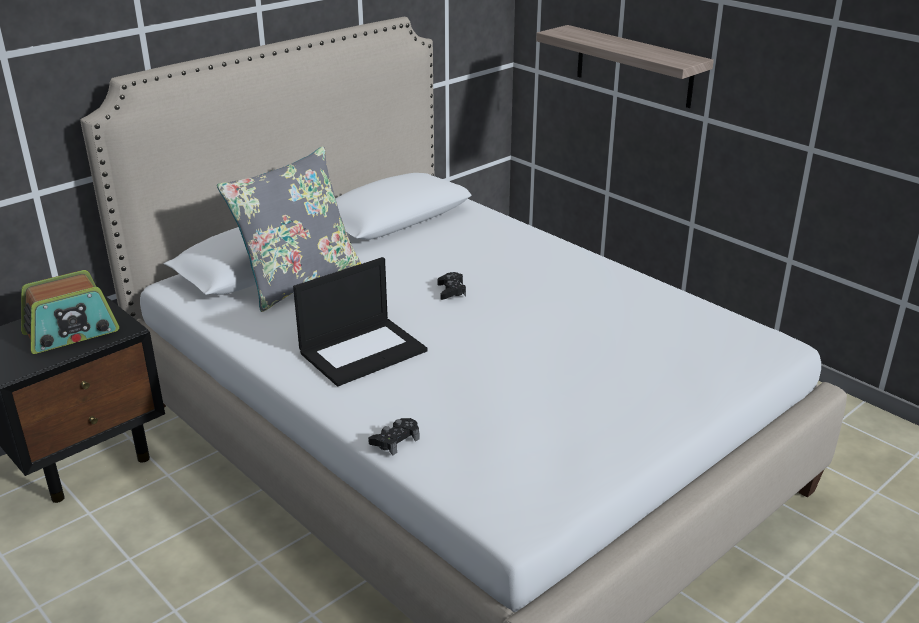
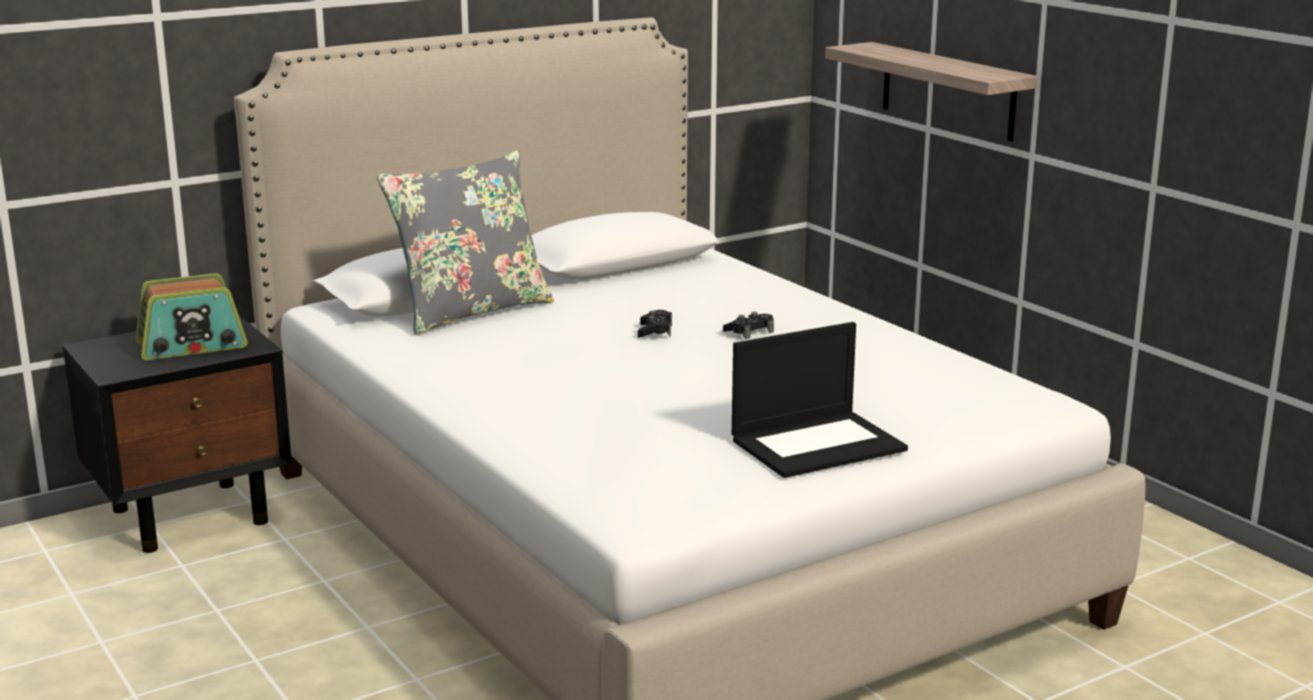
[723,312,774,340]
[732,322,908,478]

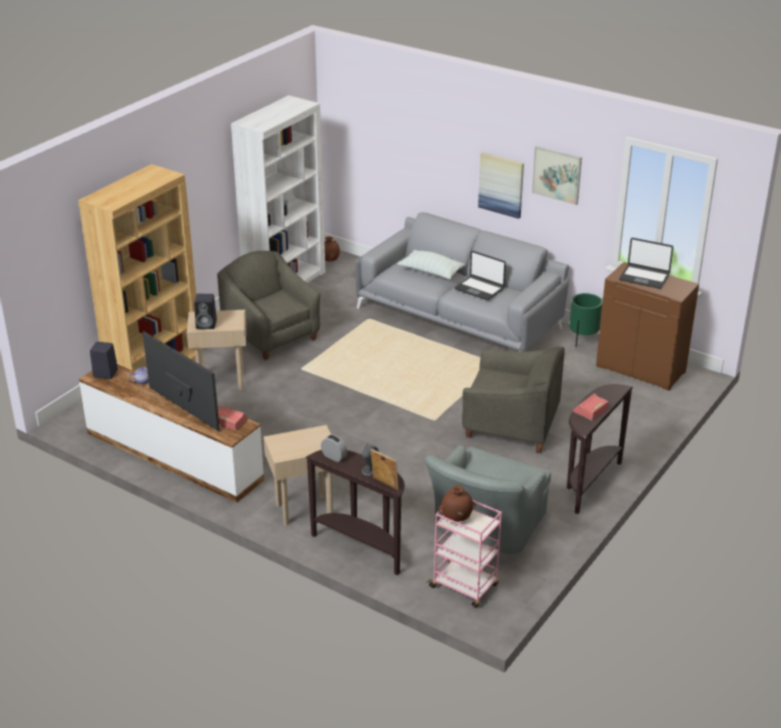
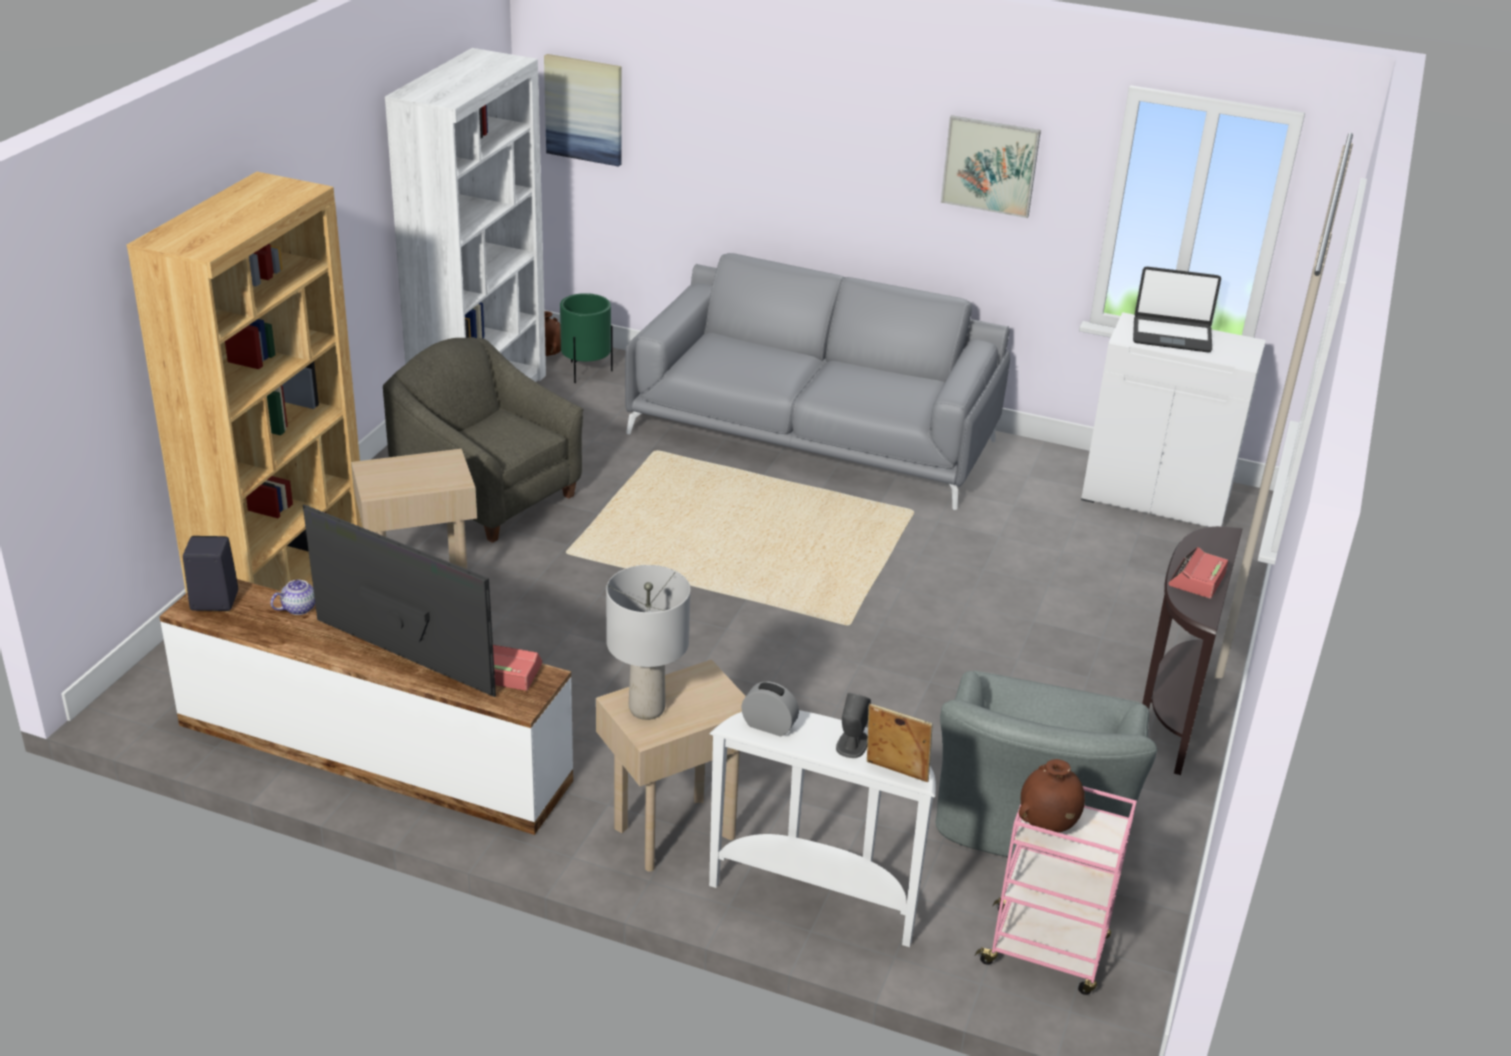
[544,54,622,167]
[560,293,612,383]
[606,565,691,720]
[709,710,936,947]
[1081,312,1266,527]
[194,294,217,329] (first image)
[397,250,466,280] (first image)
[455,251,506,300] (first image)
[462,347,565,453] (first image)

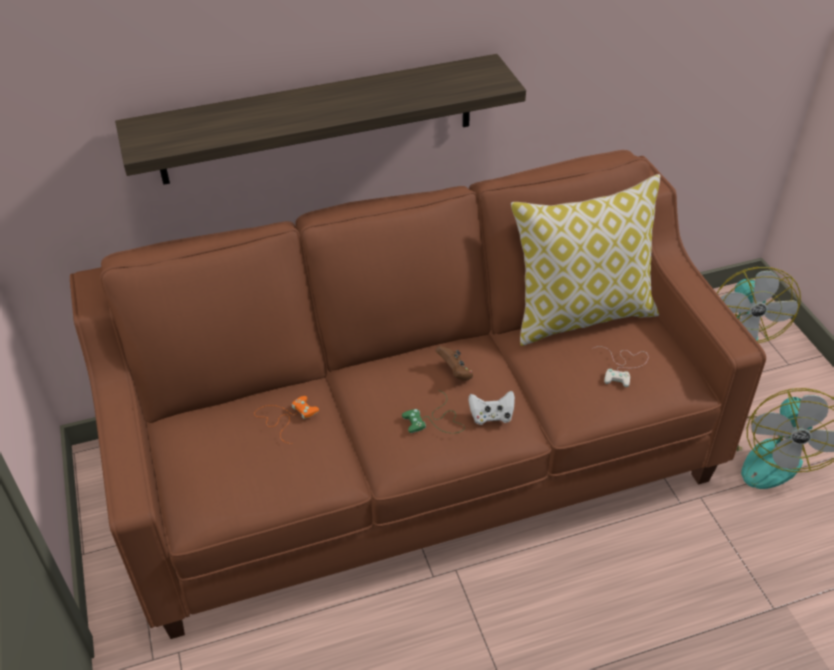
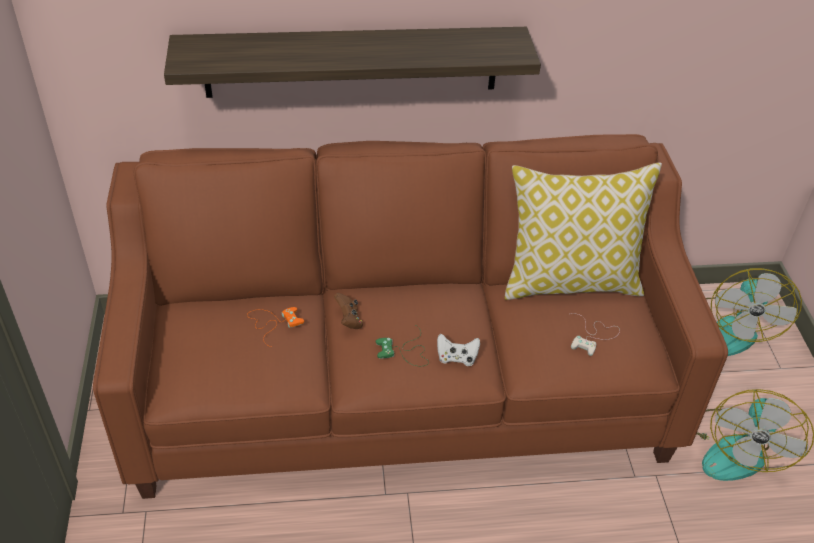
[334,293,363,329]

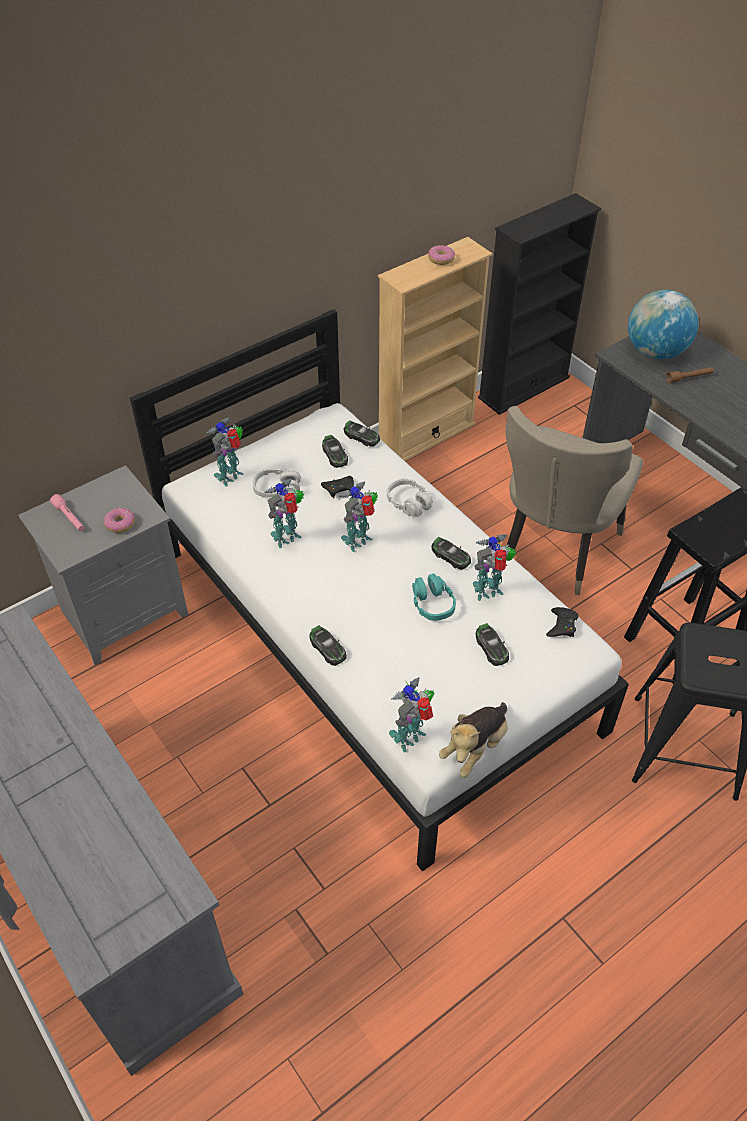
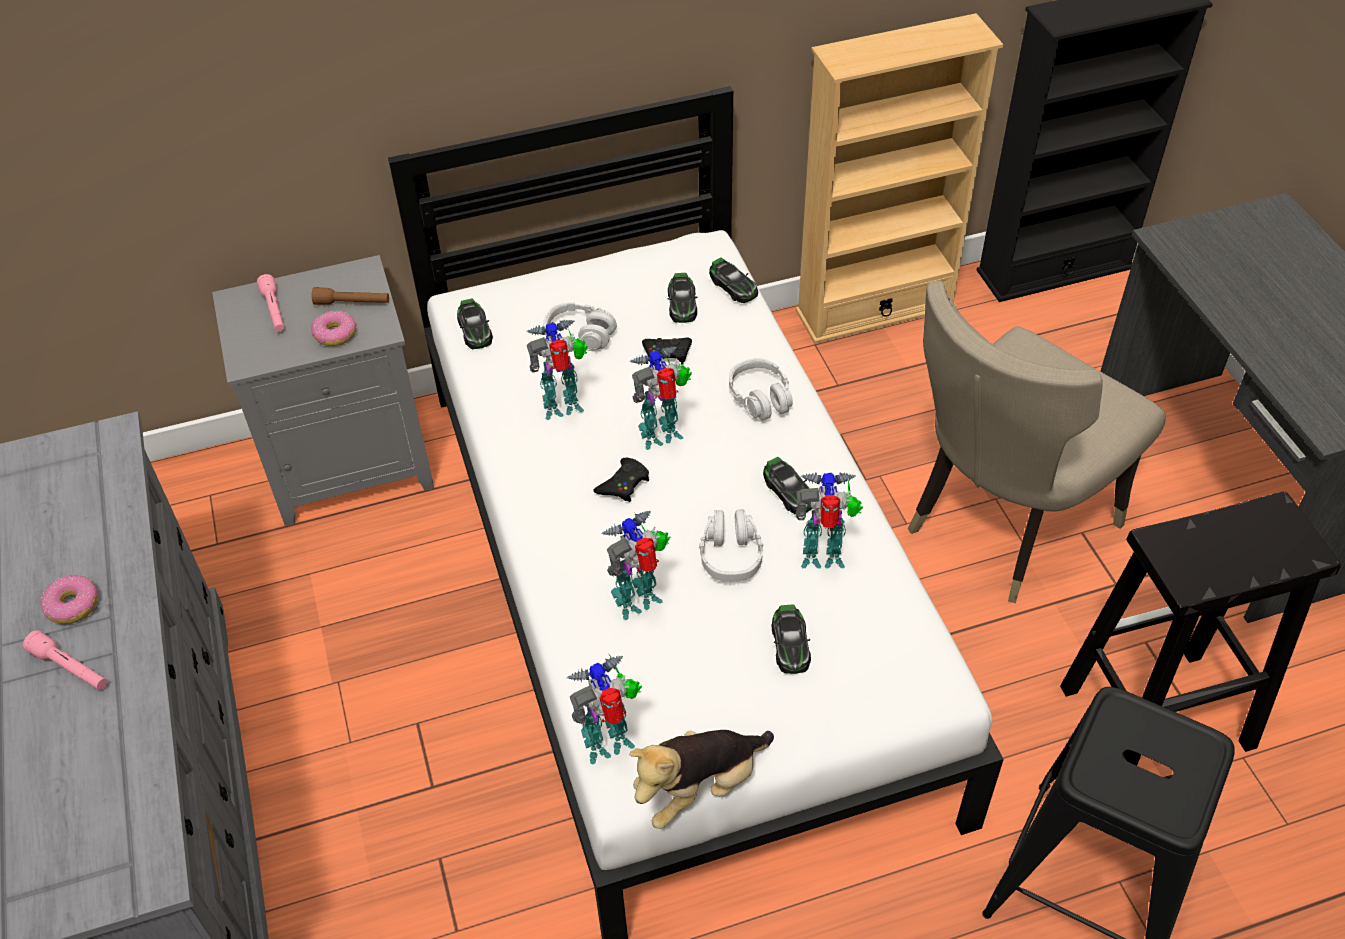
[23,630,107,690]
[40,575,98,624]
[312,287,389,305]
[457,299,493,349]
[593,458,649,502]
[602,511,670,620]
[699,509,763,582]
[628,290,699,359] (first image)

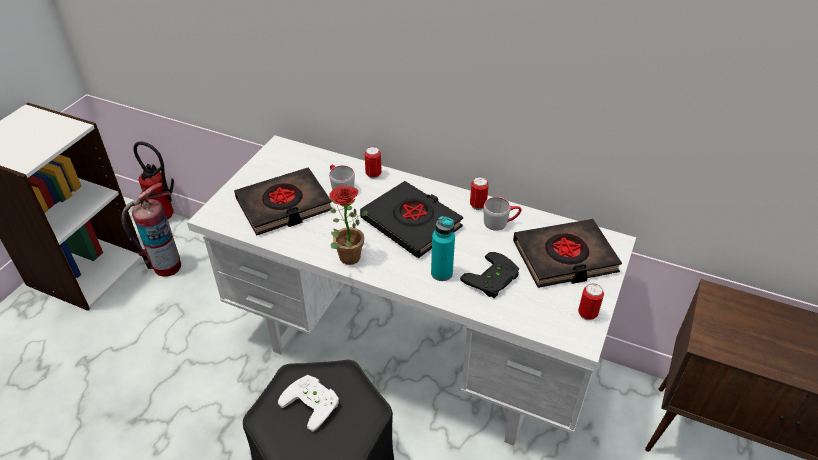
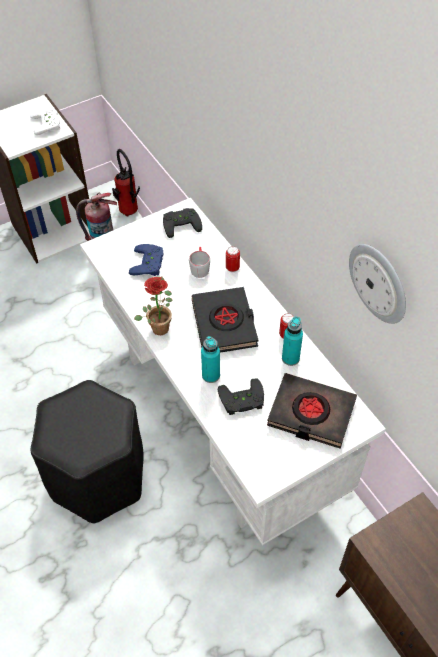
[30,108,60,135]
[129,244,163,276]
[163,208,202,238]
[282,316,303,366]
[349,244,406,324]
[578,284,604,320] (first image)

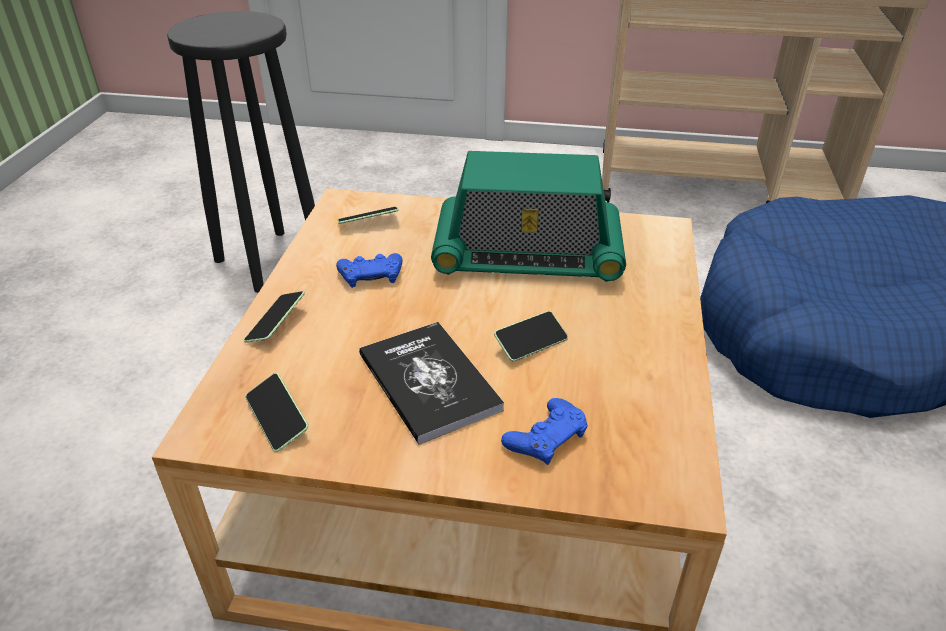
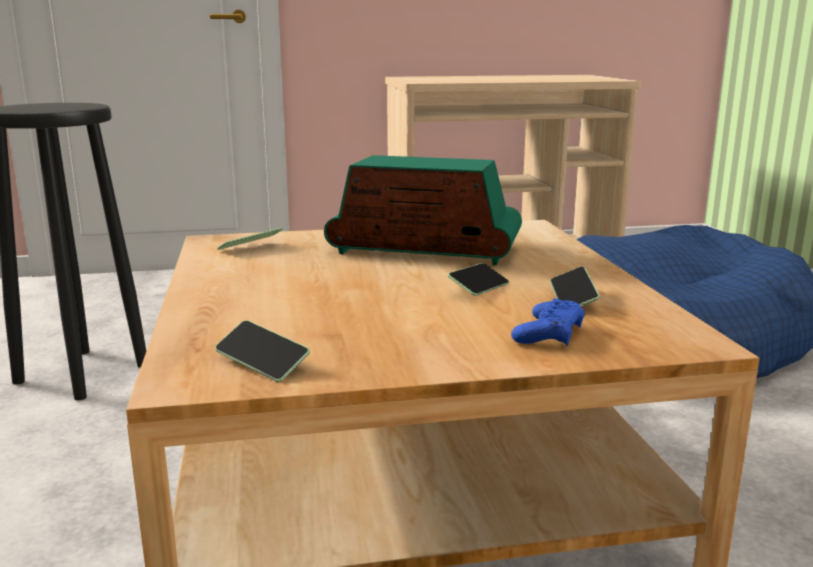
[324,155,522,265]
[550,266,600,306]
[336,253,402,288] (first image)
[359,322,504,444] (first image)

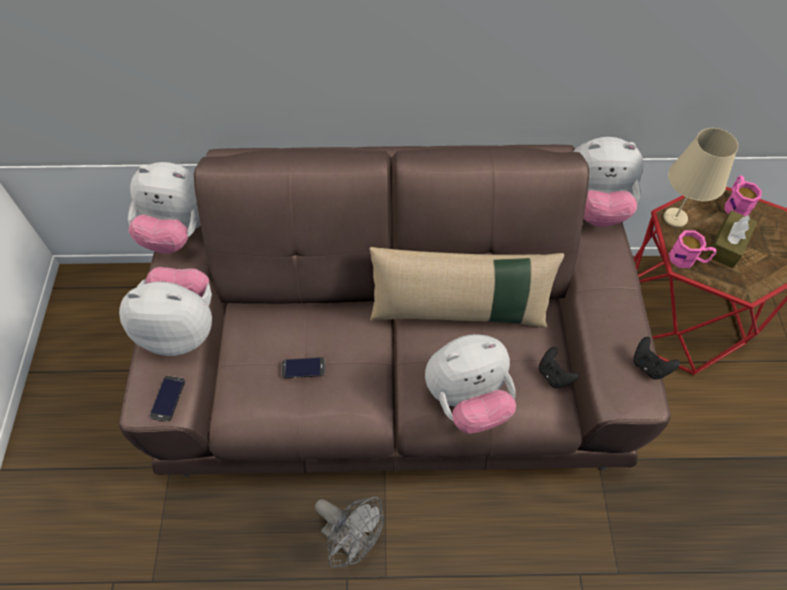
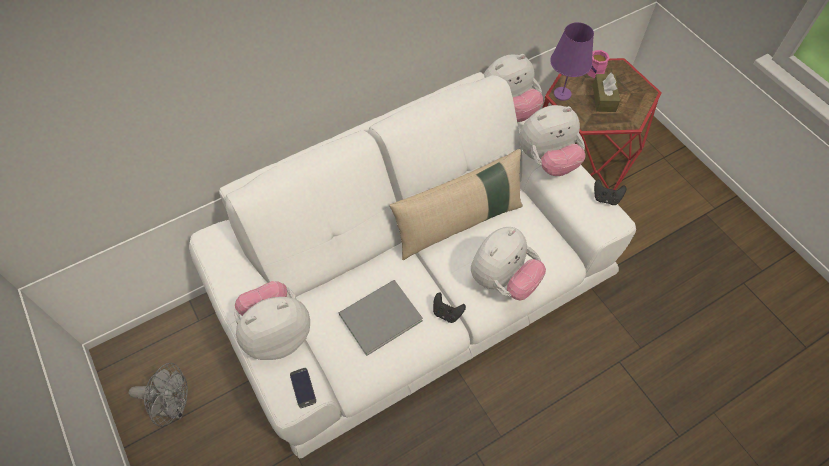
[129,363,188,427]
[189,72,636,458]
[339,280,423,356]
[433,292,466,323]
[519,105,586,176]
[550,22,594,101]
[669,230,716,268] (first image)

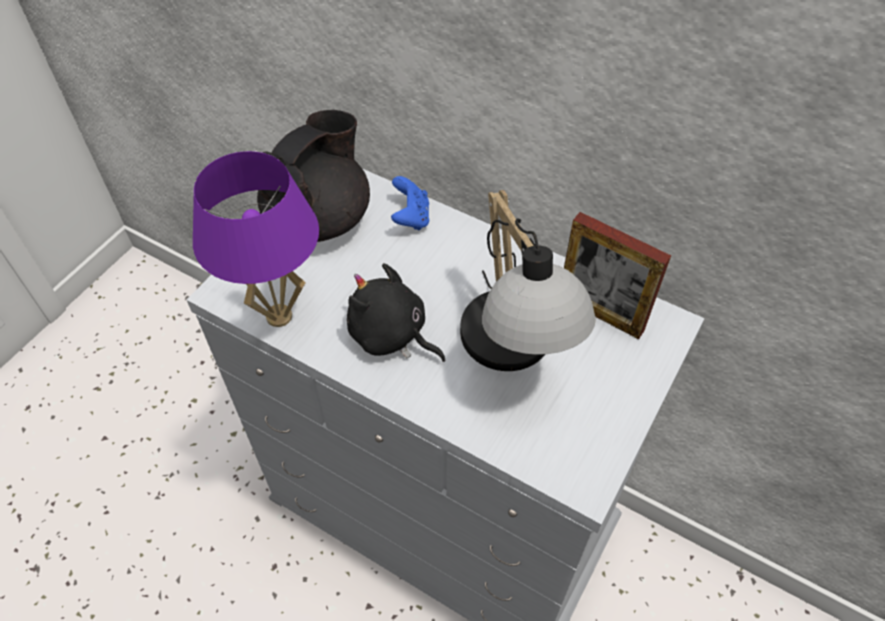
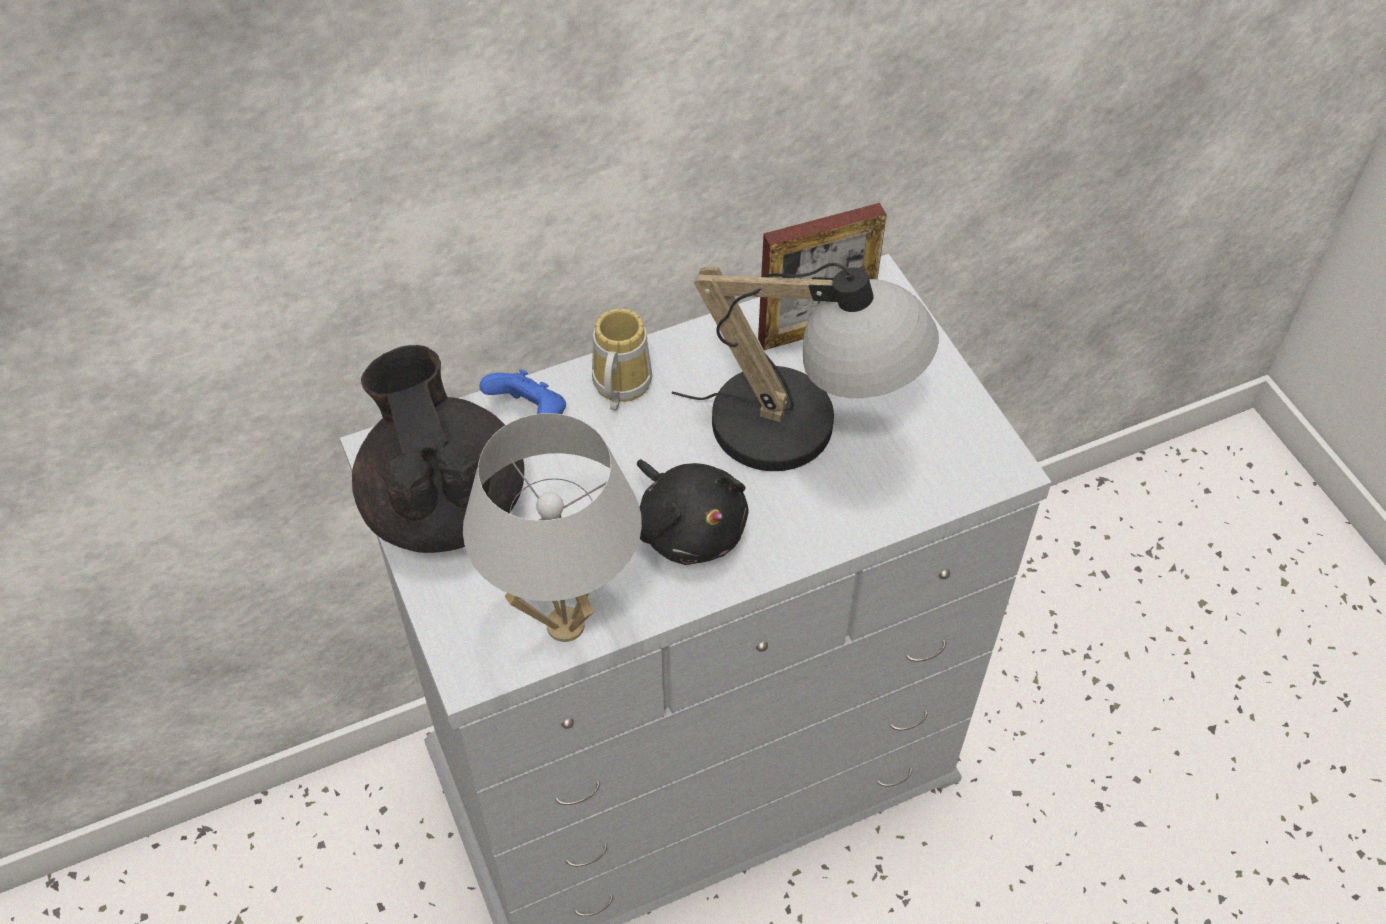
[463,413,642,642]
[592,308,652,410]
[637,459,749,565]

